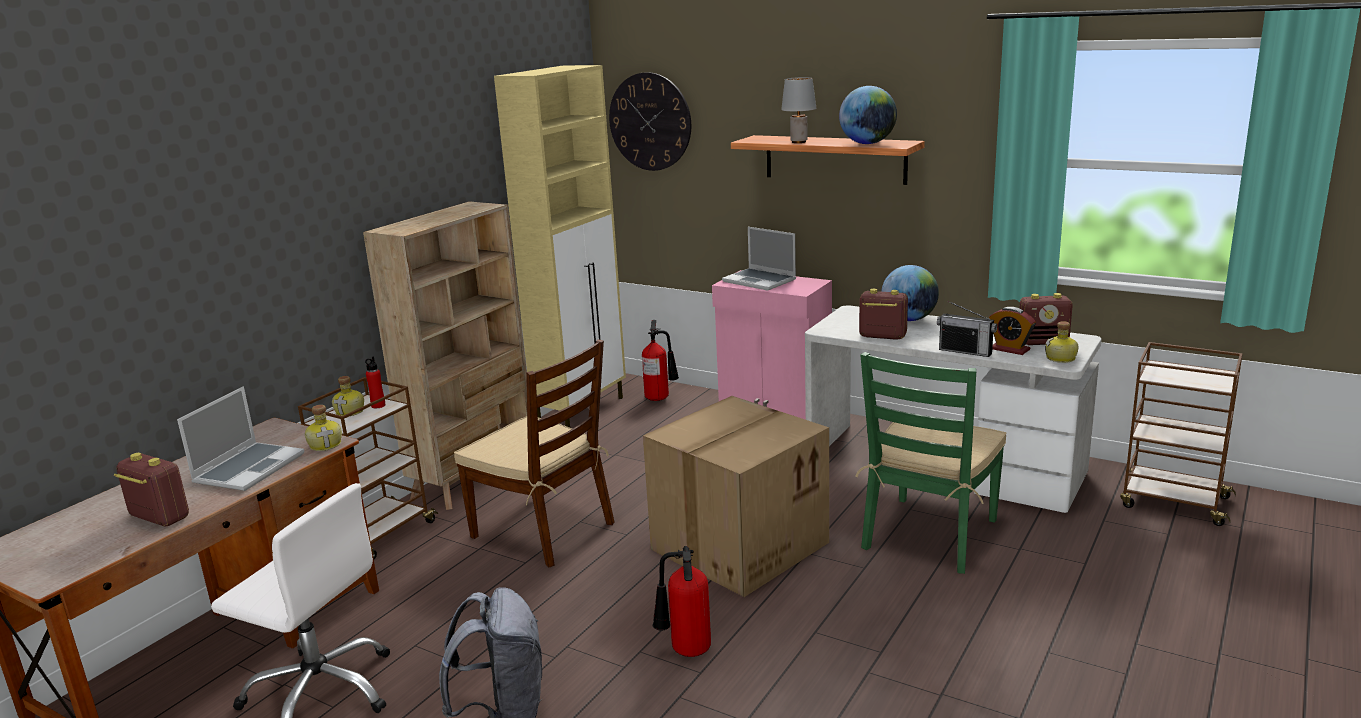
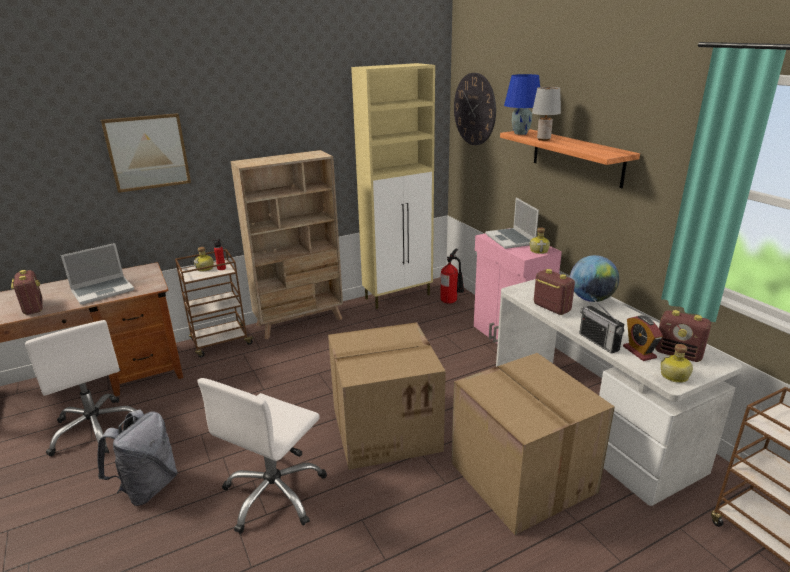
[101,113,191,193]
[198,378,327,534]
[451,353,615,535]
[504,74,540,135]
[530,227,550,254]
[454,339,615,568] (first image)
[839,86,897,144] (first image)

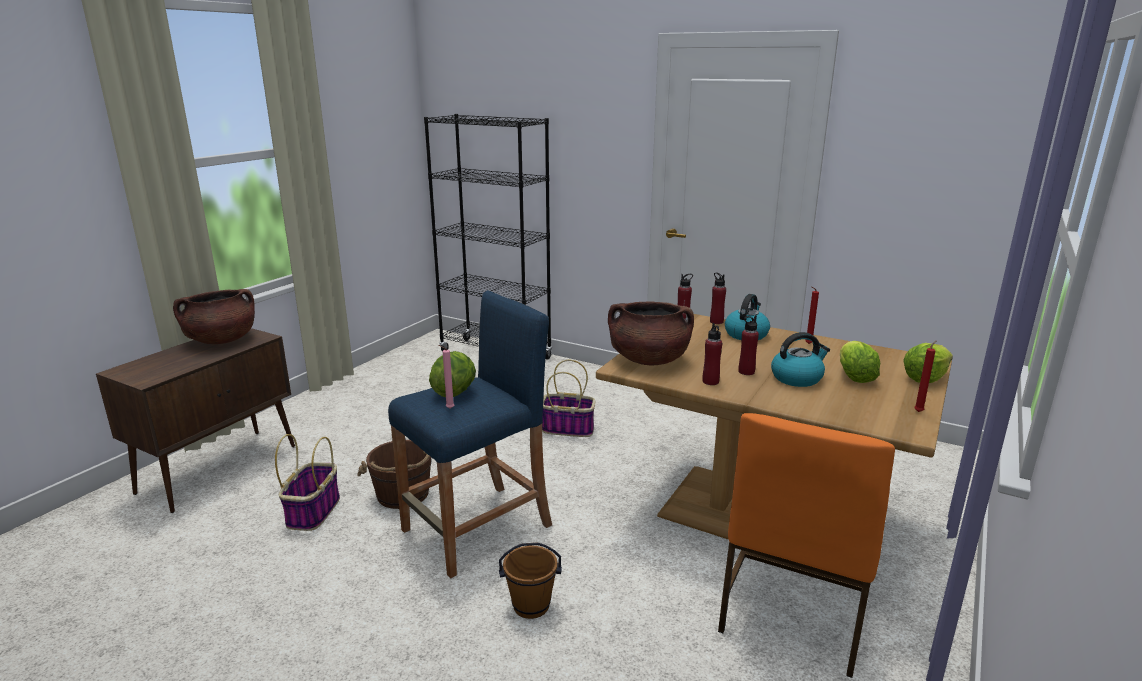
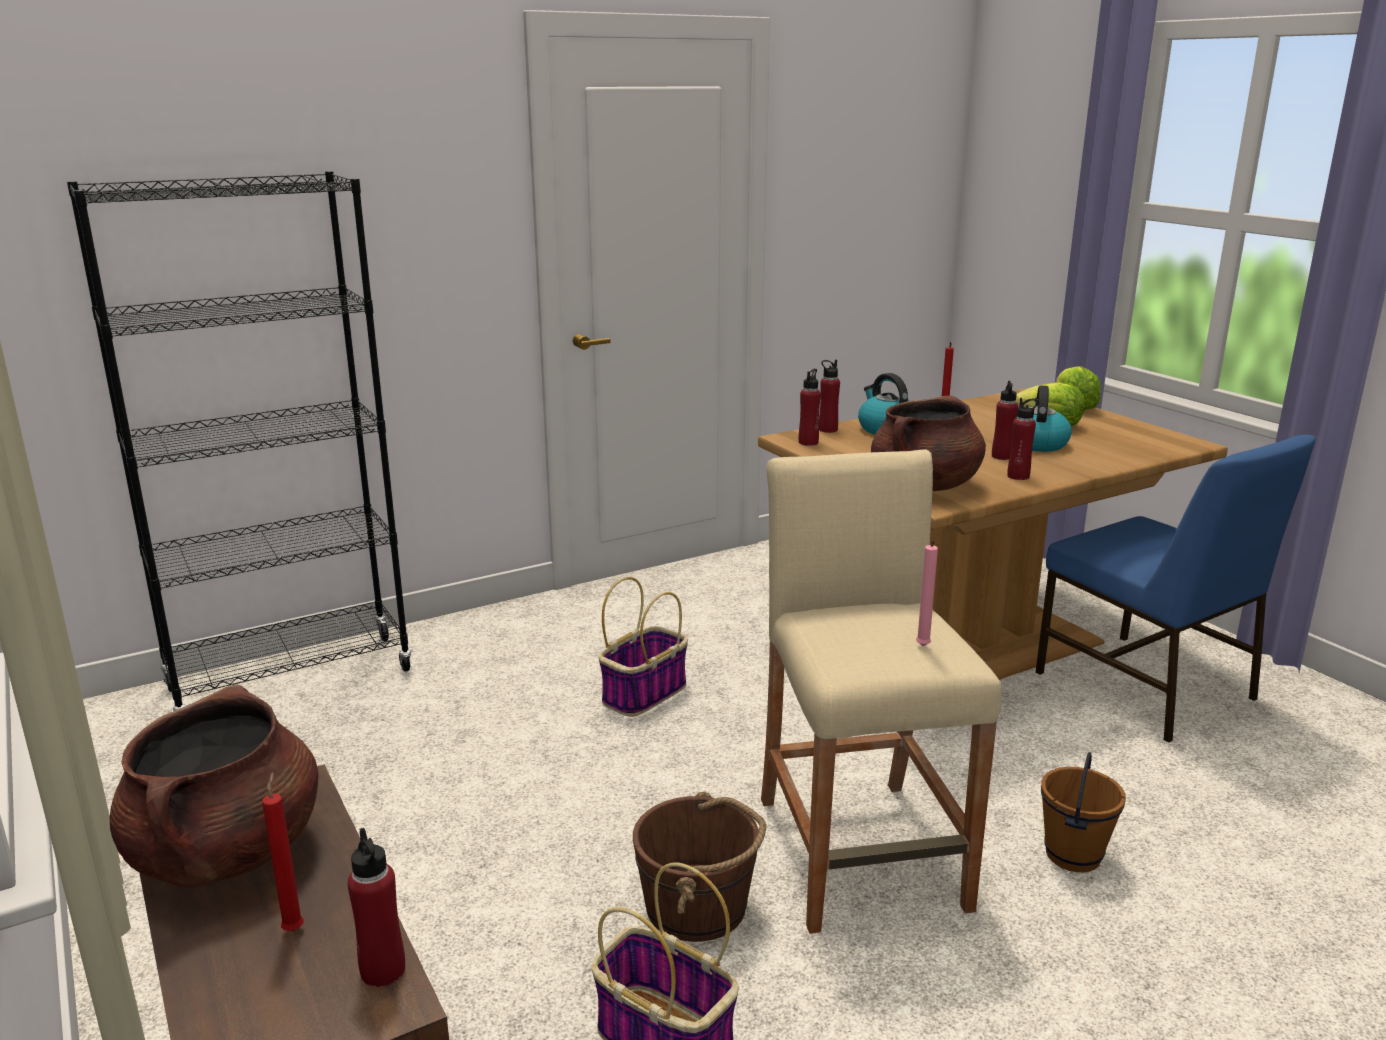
[262,772,304,931]
[347,828,405,987]
[761,449,1002,934]
[1035,435,1316,742]
[429,351,476,397] (first image)

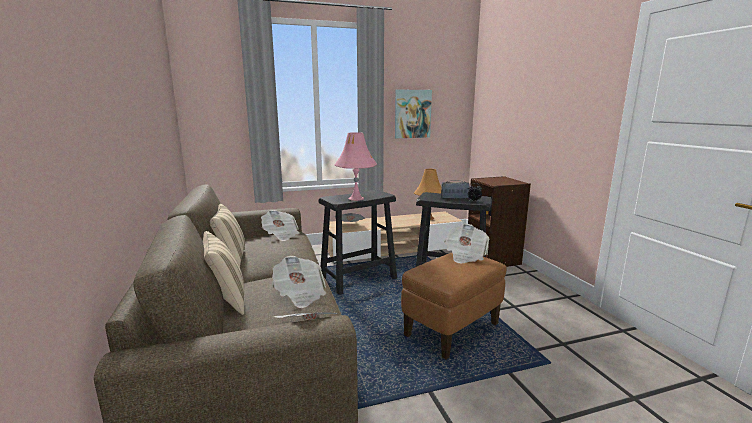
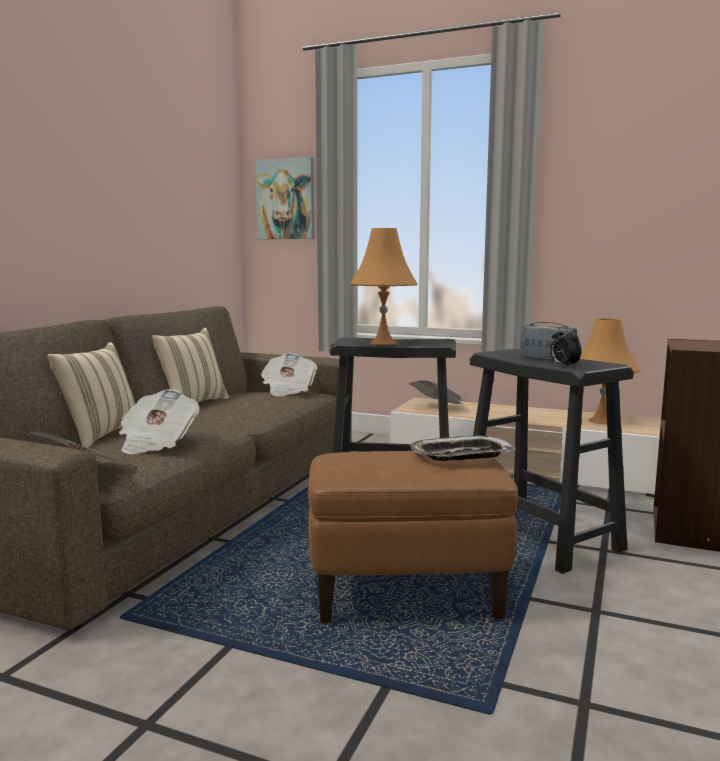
[255,157,314,239]
[350,228,417,345]
[410,435,516,461]

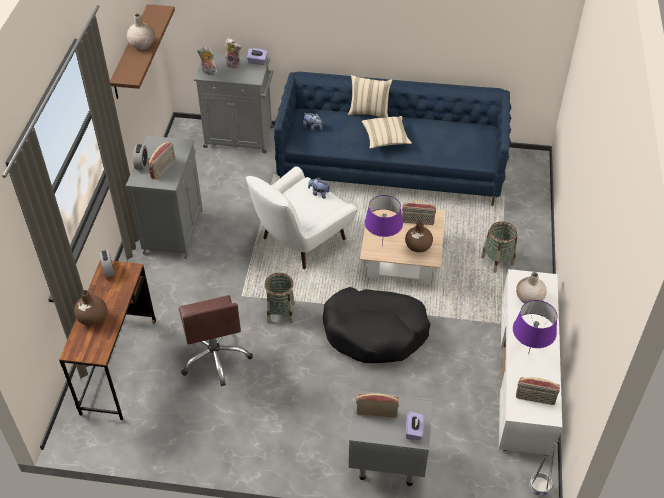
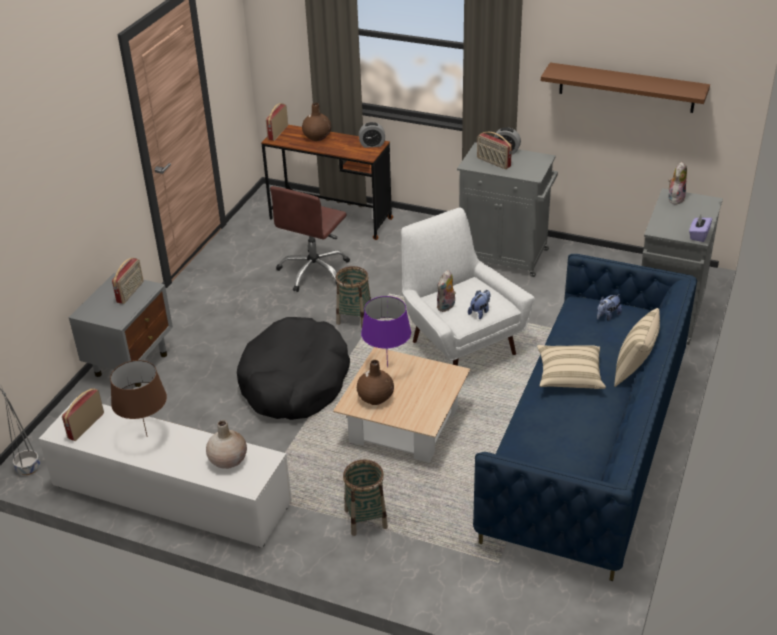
[110,360,167,436]
[266,103,288,141]
[270,186,350,292]
[437,270,456,312]
[127,14,155,50] (first image)
[406,411,424,440] (first image)

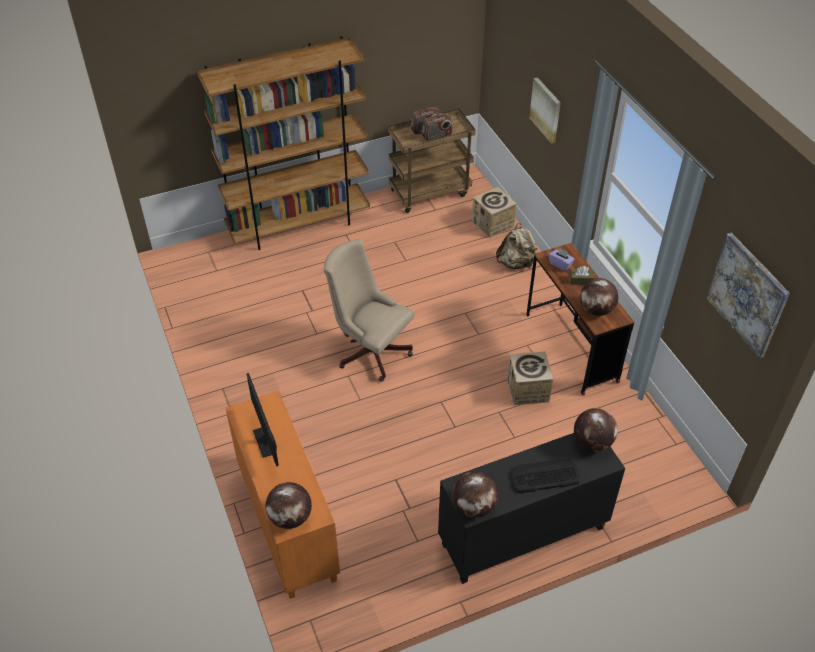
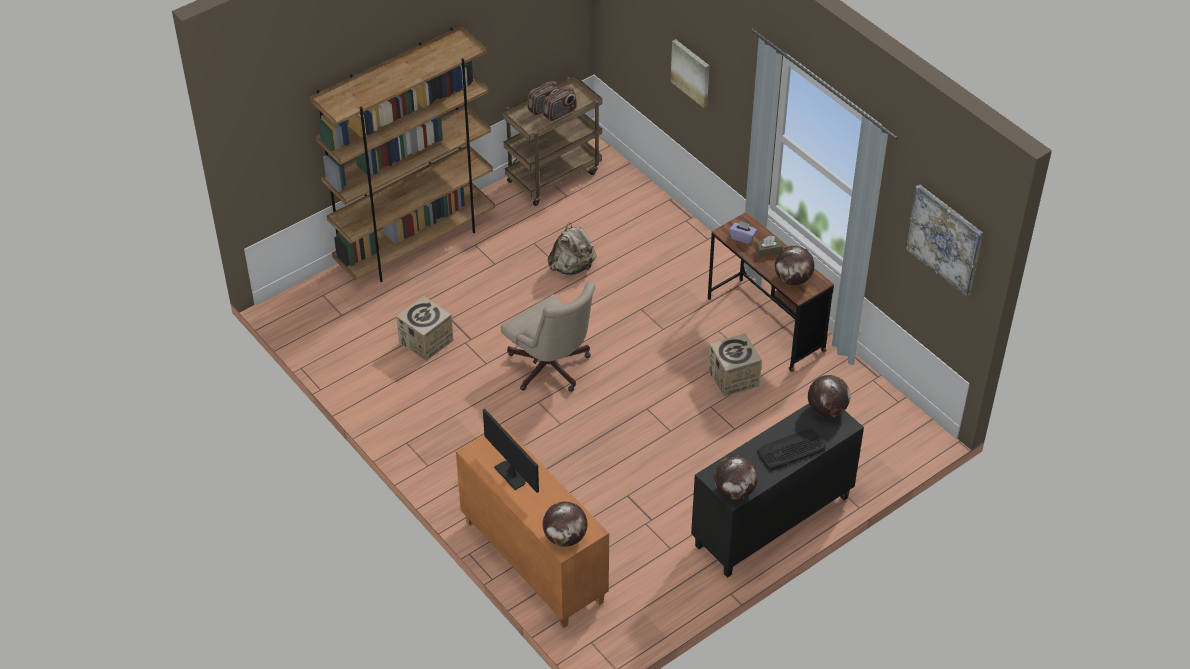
[396,296,454,361]
[501,281,595,392]
[547,223,597,275]

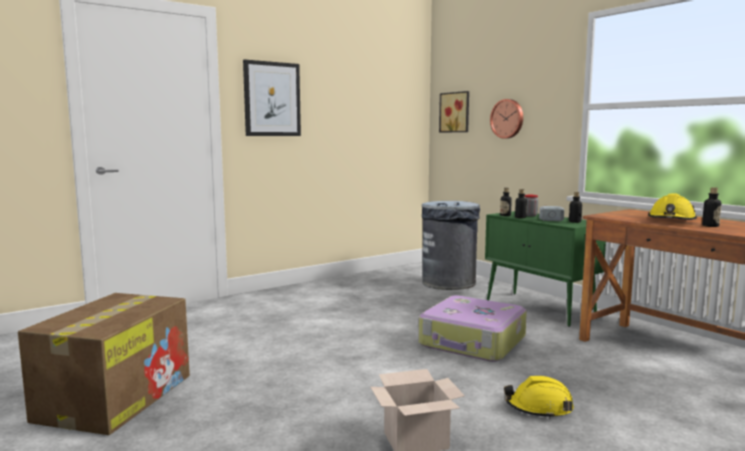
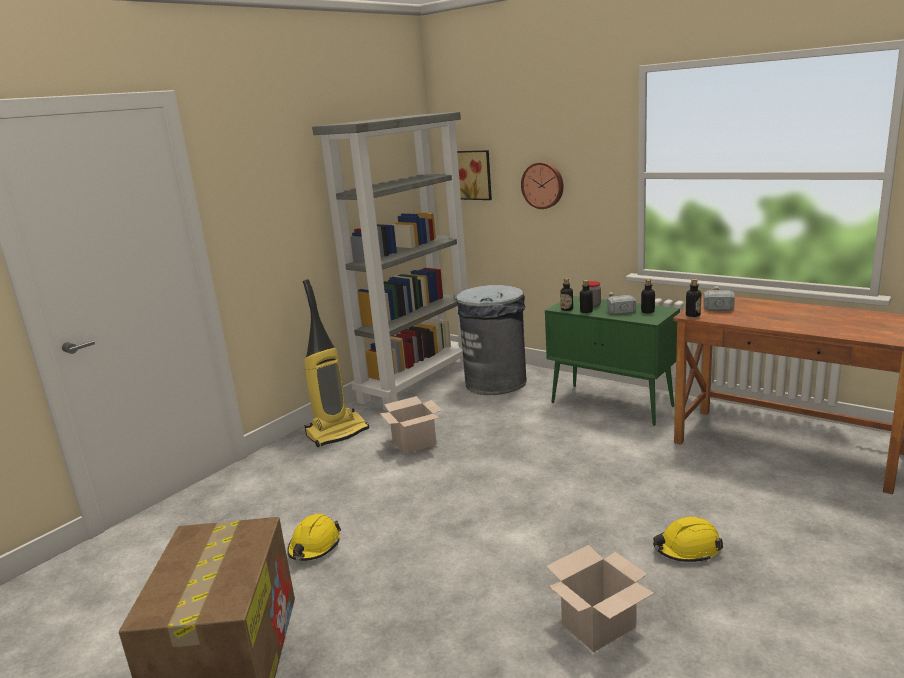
[287,514,341,561]
[303,279,369,447]
[312,112,468,412]
[380,396,442,454]
[686,279,701,317]
[703,286,735,311]
[243,59,301,136] (first image)
[419,295,527,362] (first image)

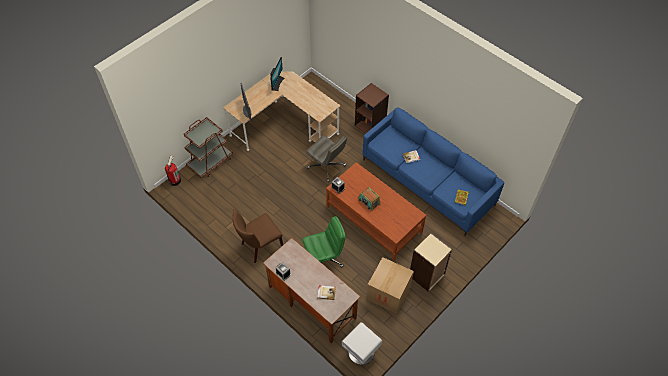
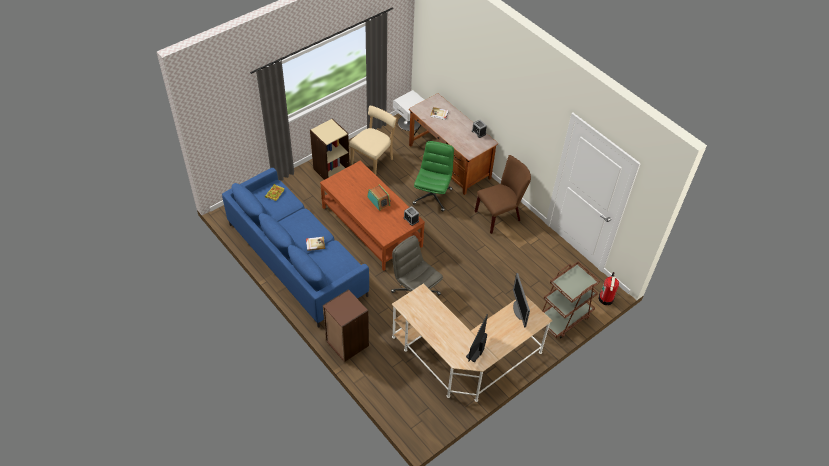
[349,105,397,175]
[413,141,454,211]

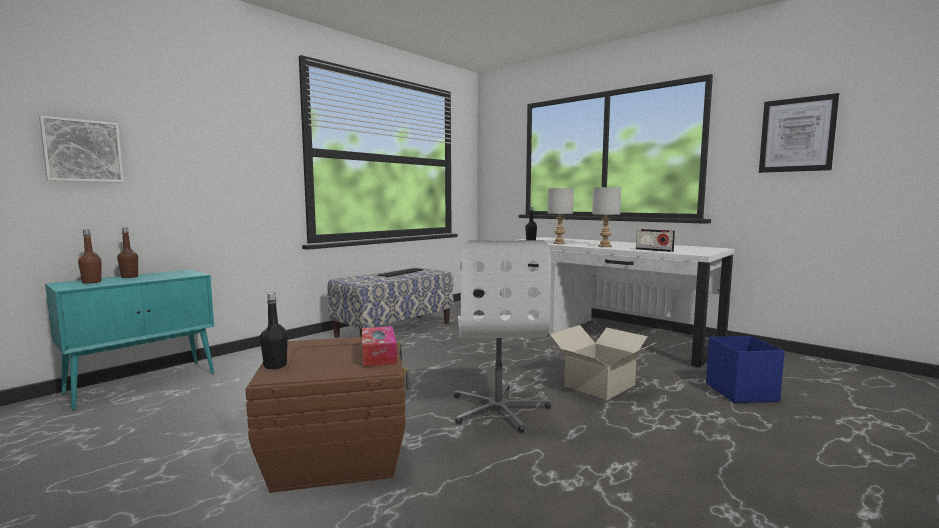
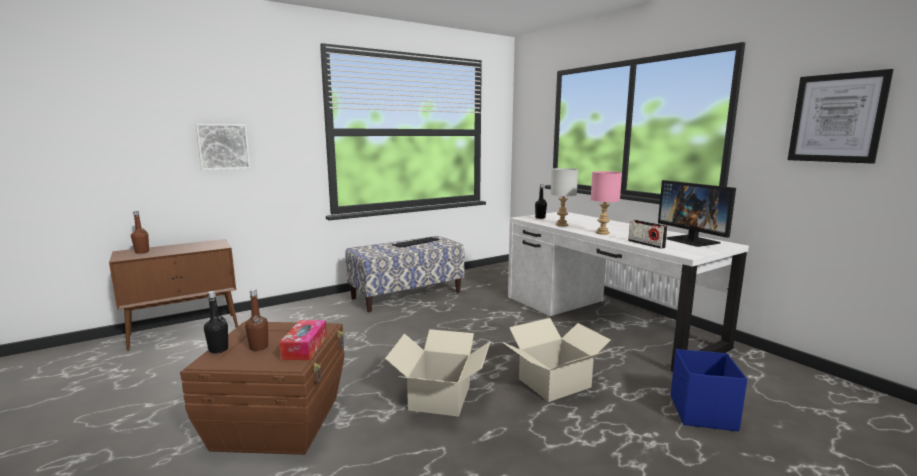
[109,239,238,351]
[196,124,250,170]
[245,289,268,351]
[385,329,490,417]
[590,171,622,235]
[658,180,736,247]

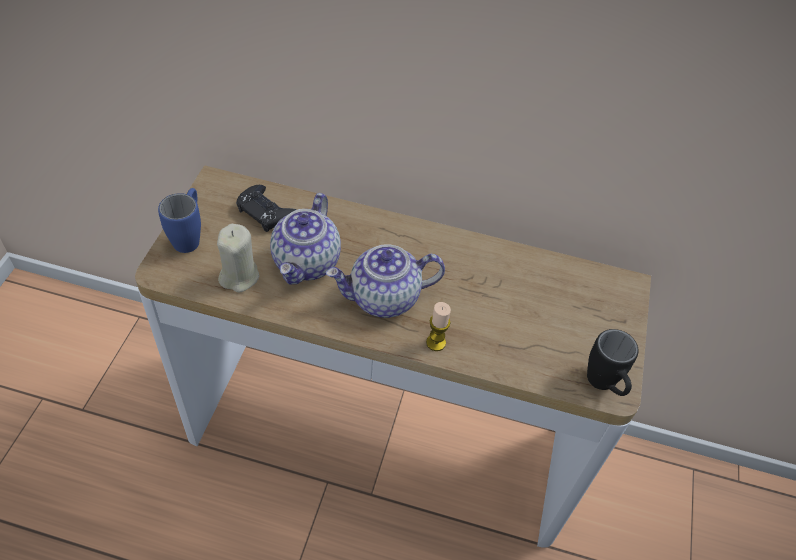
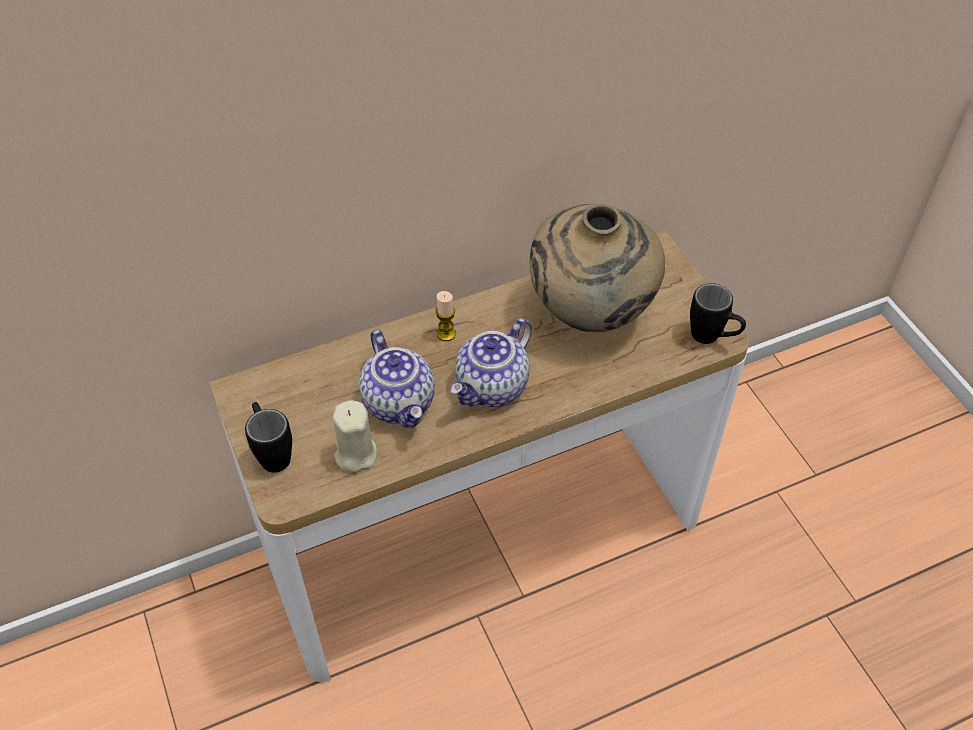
[245,402,292,473]
[435,291,456,341]
[530,204,665,332]
[236,185,296,232] (first image)

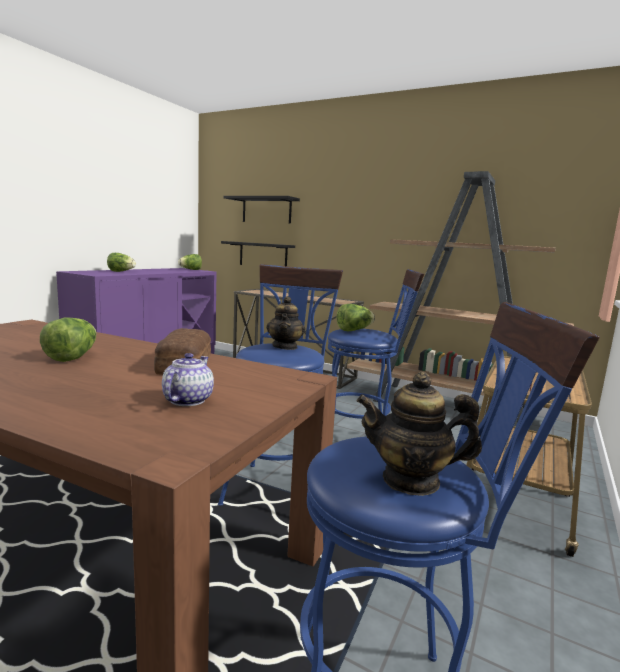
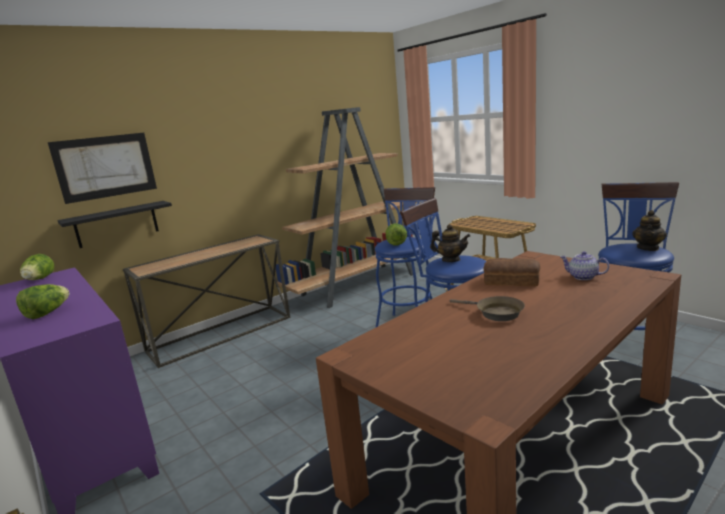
[48,133,157,204]
[449,296,525,321]

